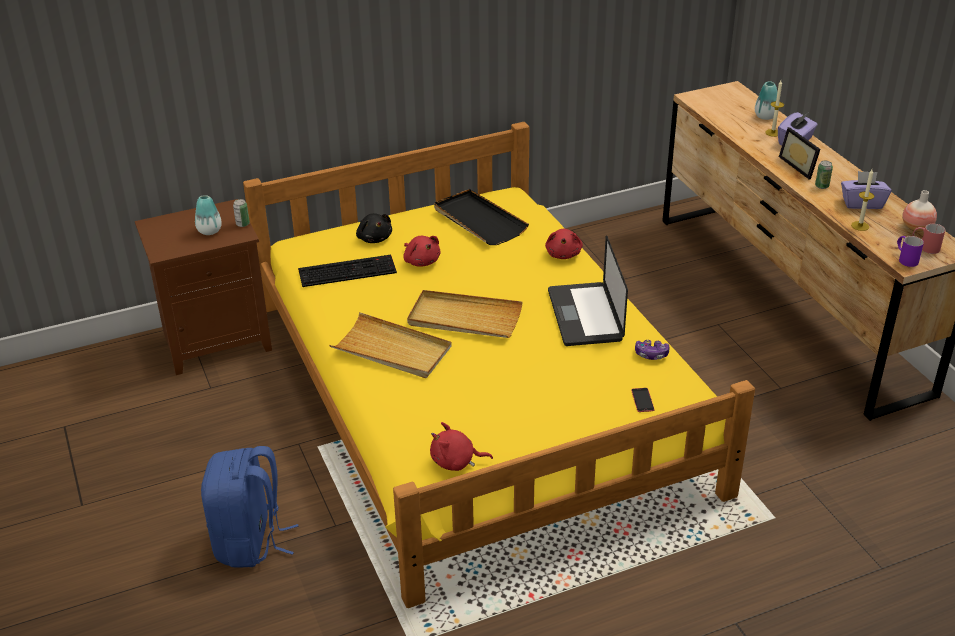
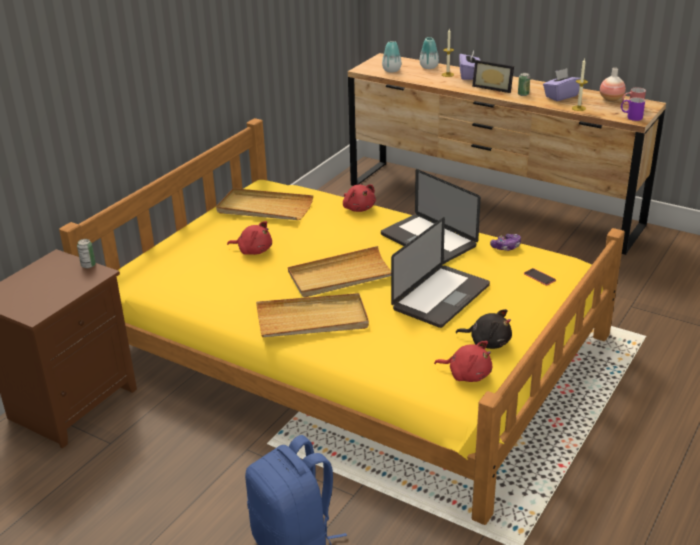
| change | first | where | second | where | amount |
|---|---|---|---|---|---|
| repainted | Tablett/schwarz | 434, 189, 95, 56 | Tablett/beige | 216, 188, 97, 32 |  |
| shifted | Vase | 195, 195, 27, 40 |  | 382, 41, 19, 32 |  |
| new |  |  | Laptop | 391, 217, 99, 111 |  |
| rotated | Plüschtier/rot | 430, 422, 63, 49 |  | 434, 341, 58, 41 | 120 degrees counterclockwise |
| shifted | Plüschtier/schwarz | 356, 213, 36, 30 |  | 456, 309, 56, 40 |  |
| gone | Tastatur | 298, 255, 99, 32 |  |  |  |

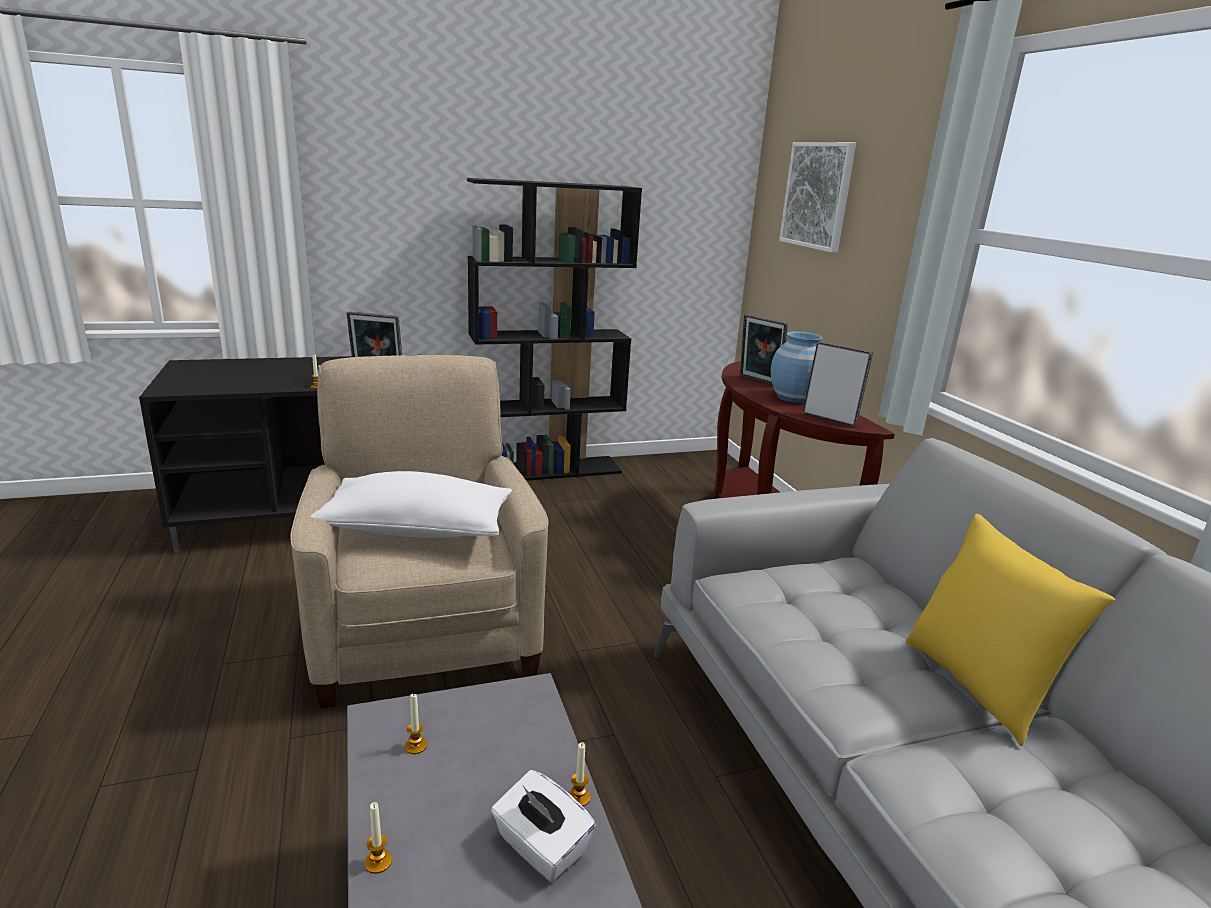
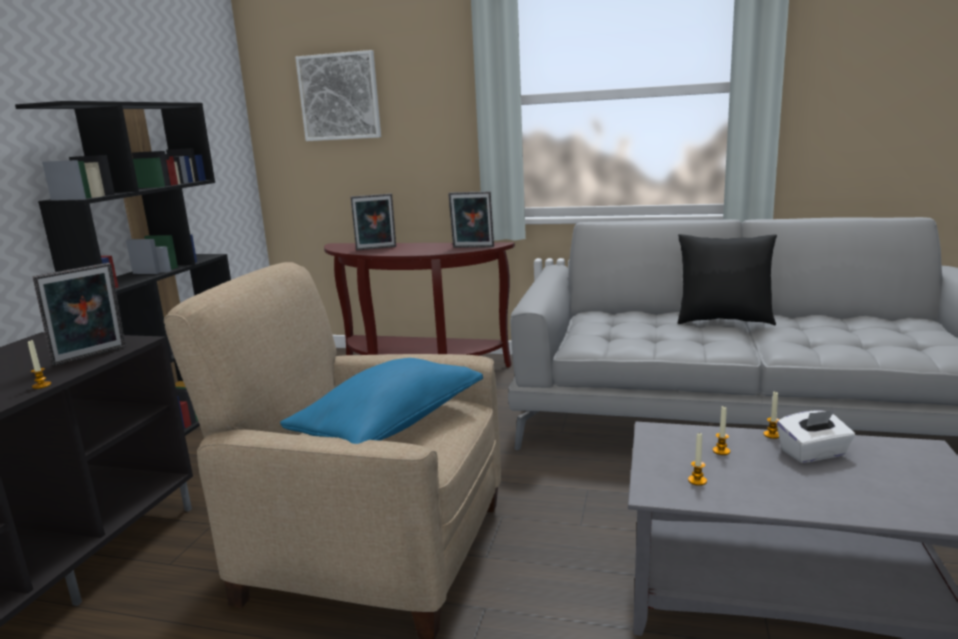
| change | first | where | second | where | amount |
|---|---|---|---|---|---|
| repainted | Kissen/weiß | 311, 471, 201, 67 | Kissen/blau | 280, 358, 203, 86 |  |
| rotated | Bilderrahmen | 803, 342, 70, 85 |  | 448, 191, 46, 57 | 150 degrees counterclockwise |
| repainted | Kissen/gelb | 906, 514, 209, 232 | Kissen/schwarz | 678, 234, 99, 91 |  |
| shifted | Kerze | 365, 802, 27, 72 |  | 713, 406, 17, 49 |  |
| gone | Vase/blau | 771, 331, 51, 72 |  |  |  |

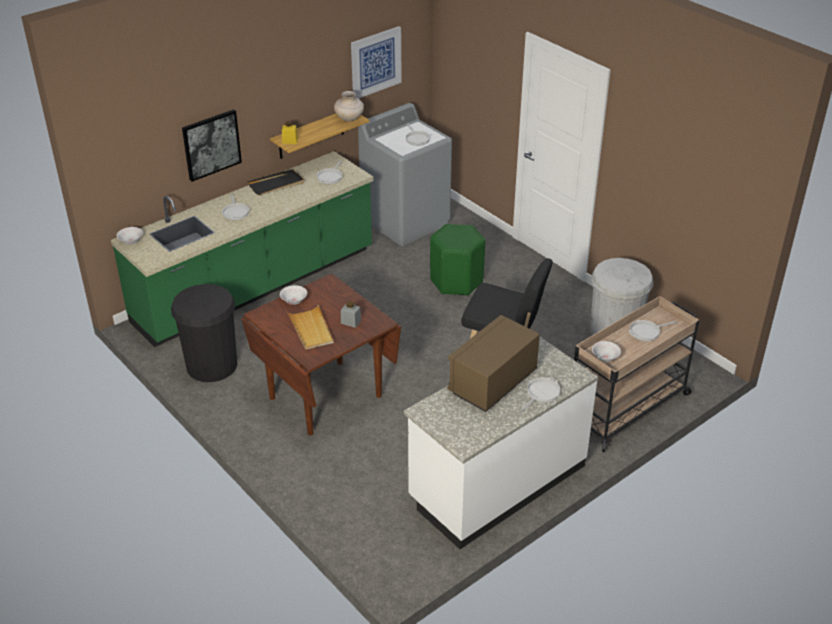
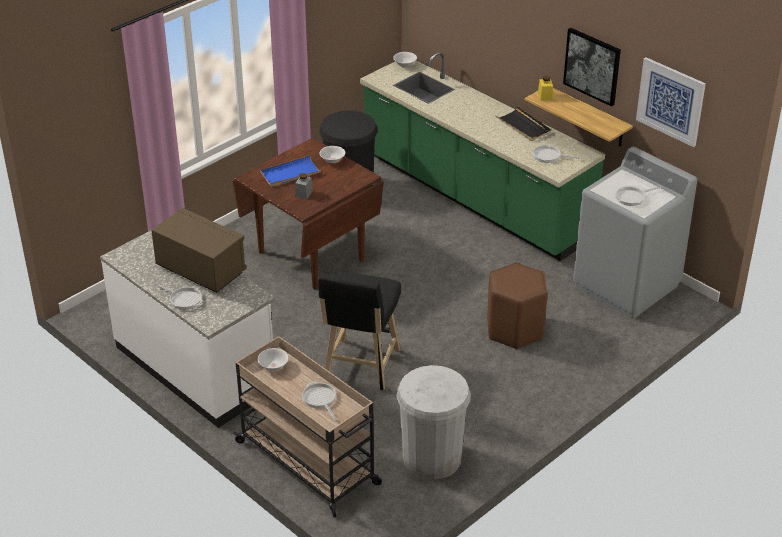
| change | first | where | second | where | amount |
|---|---|---|---|---|---|
| repainted | Tablett/beige | 287, 305, 47, 45 | Tablett/blau | 260, 155, 62, 32 |  |
| repainted | Hocker/grün | 430, 224, 55, 72 | Hocker/braun | 487, 262, 61, 87 |  |
| shifted | Bild | 182, 109, 60, 73 |  | 563, 28, 58, 79 |  |
| gone | Pfanne | 222, 194, 28, 26 |  |  |  |
| gone | Vase/beige | 334, 91, 30, 30 |  |  |  |

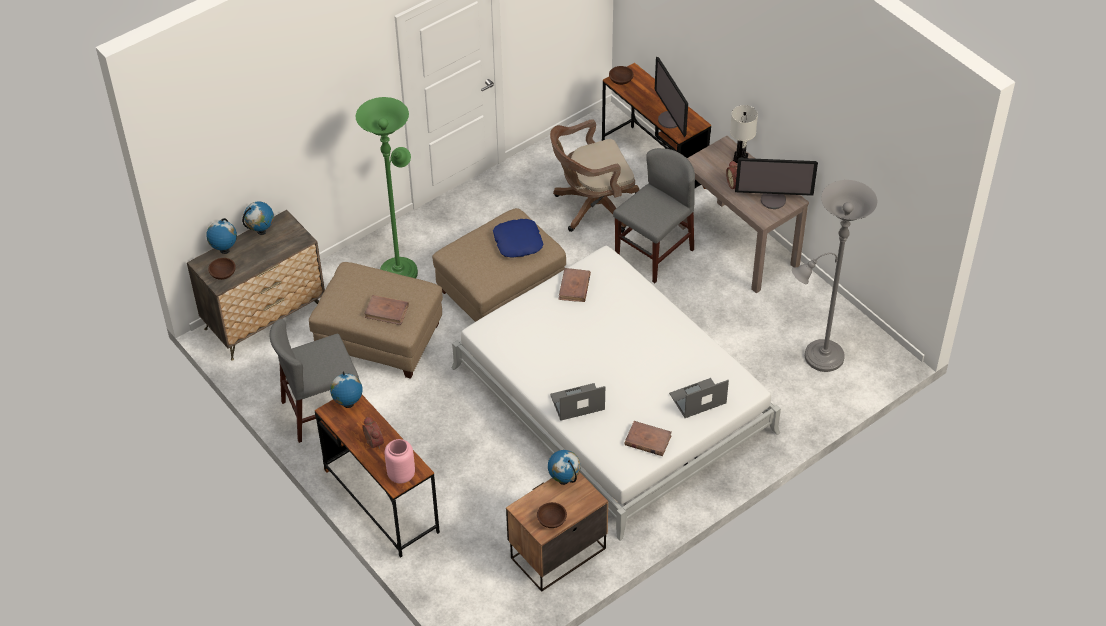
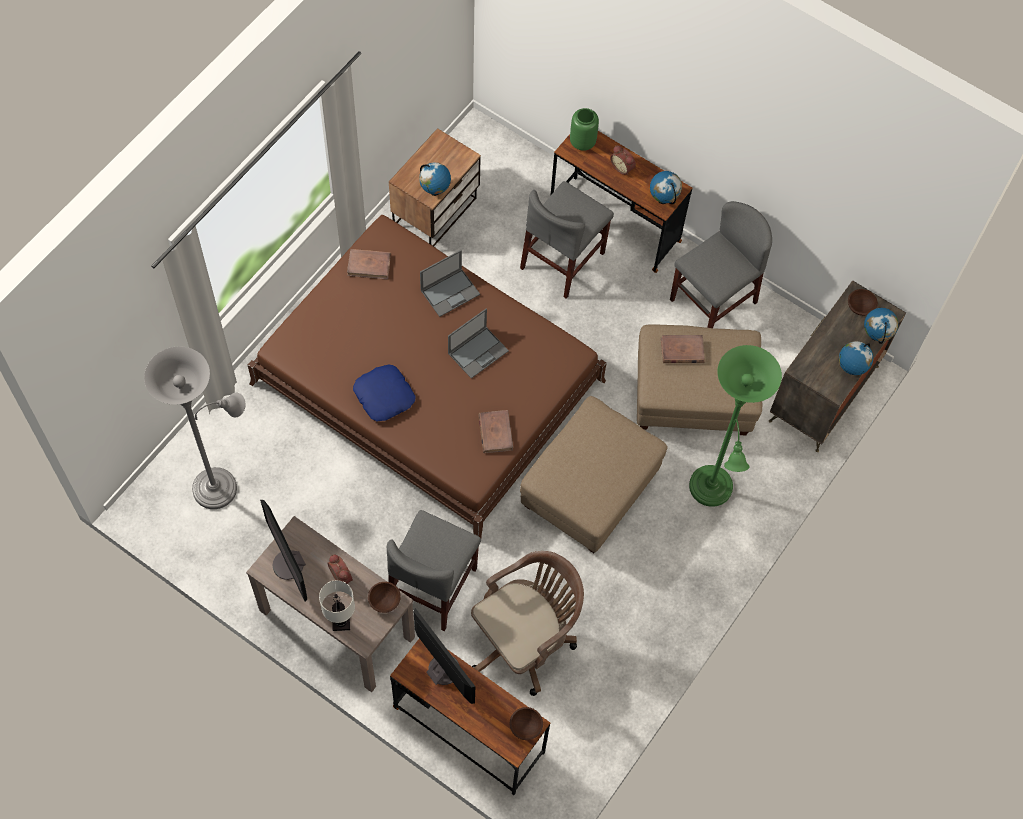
| change | first | where | second | where | amount |
|---|---|---|---|---|---|
| repainted | Bett/weiß | 451, 246, 330, 295 | Bett/braun | 247, 215, 360, 323 |  |
| rotated | Monitor | 735, 158, 83, 51 |  | 260, 500, 47, 102 | 105 degrees counterclockwise |
| shifted | Kissen/blau | 493, 219, 50, 39 |  | 353, 364, 63, 57 |  |
| shifted | Schüssel/braun | 537, 502, 30, 26 |  | 368, 582, 33, 31 |  |
| shifted | Laptop | 669, 378, 60, 40 |  | 448, 309, 61, 69 |  |
| new |  |  | Stuhl/grau | 520, 181, 94, 118 |  |
| repainted | Vase/rosa | 385, 439, 30, 44 | Vase/grün | 570, 108, 29, 43 |  |

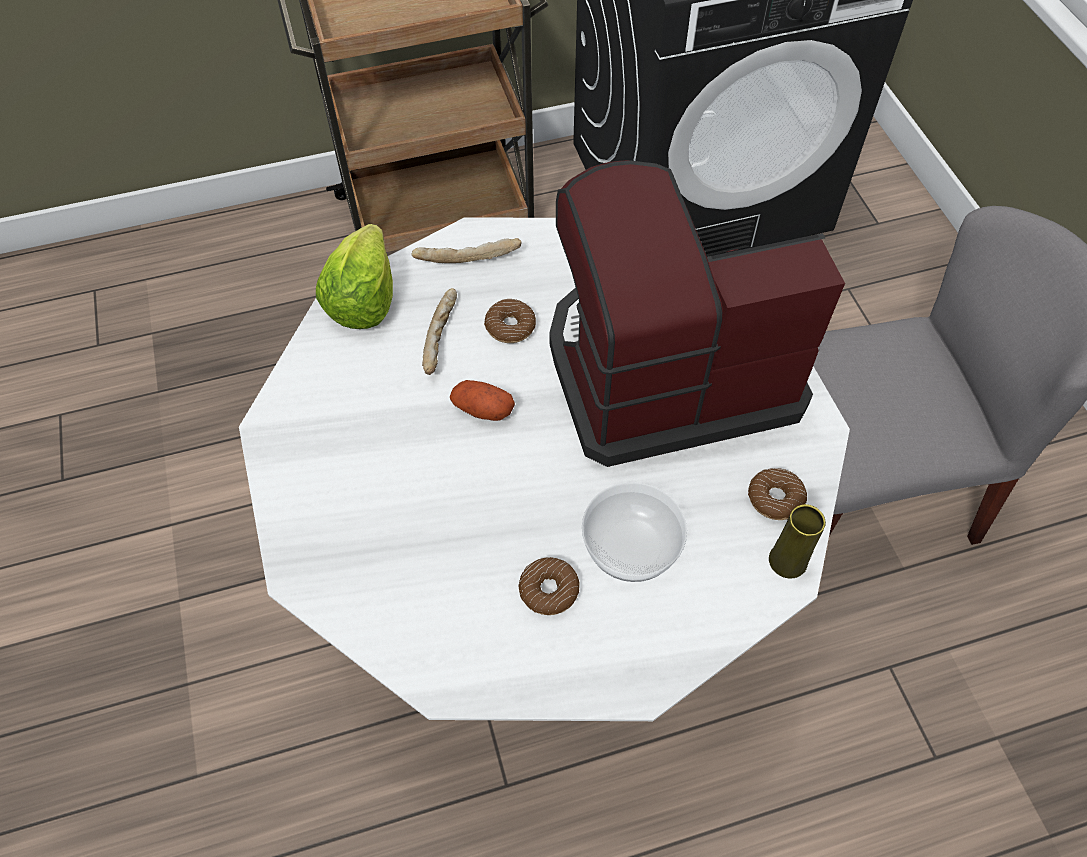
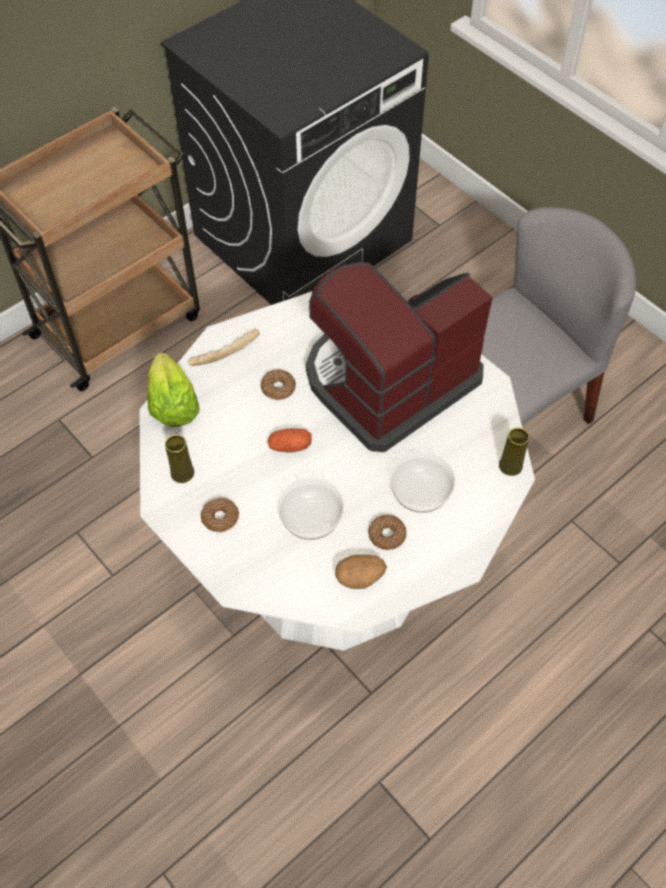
| change | first | where | second | where | amount |
|---|---|---|---|---|---|
| new |  |  | Vase/gelb | 165, 435, 29, 48 |  |
| shifted | Donut | 748, 468, 59, 52 |  | 201, 498, 38, 34 |  |
| new |  |  | Schüssel | 277, 477, 67, 63 |  |
| new |  |  | Kartoffel | 335, 555, 52, 34 |  |
| gone | Brot | 422, 288, 35, 87 |  |  |  |

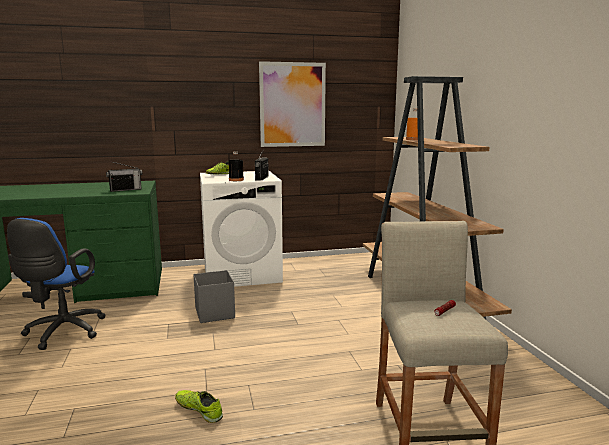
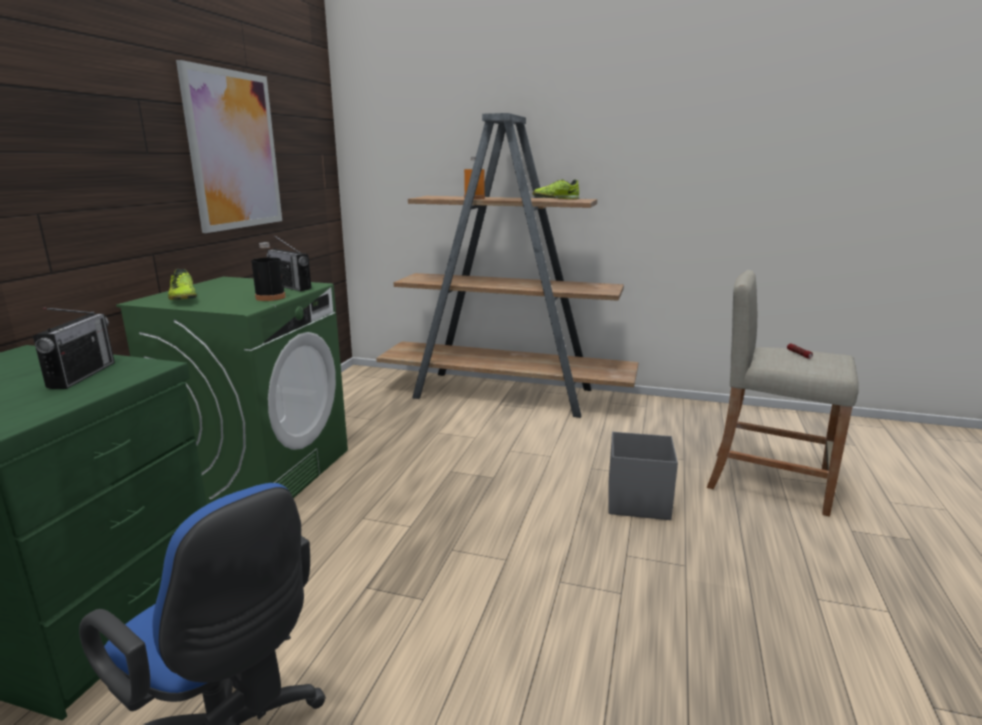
| change | first | where | second | where | amount |
|---|---|---|---|---|---|
| repainted | Waschmaschine/weiß | 200, 171, 83, 116 | Waschmaschine/grün | 116, 277, 232, 227 |  |
| shifted | Schuh | 175, 390, 48, 33 |  | 533, 179, 46, 21 |  |
| shifted | Aufbewahrungsbox/grau | 193, 270, 42, 53 |  | 608, 432, 70, 88 |  |

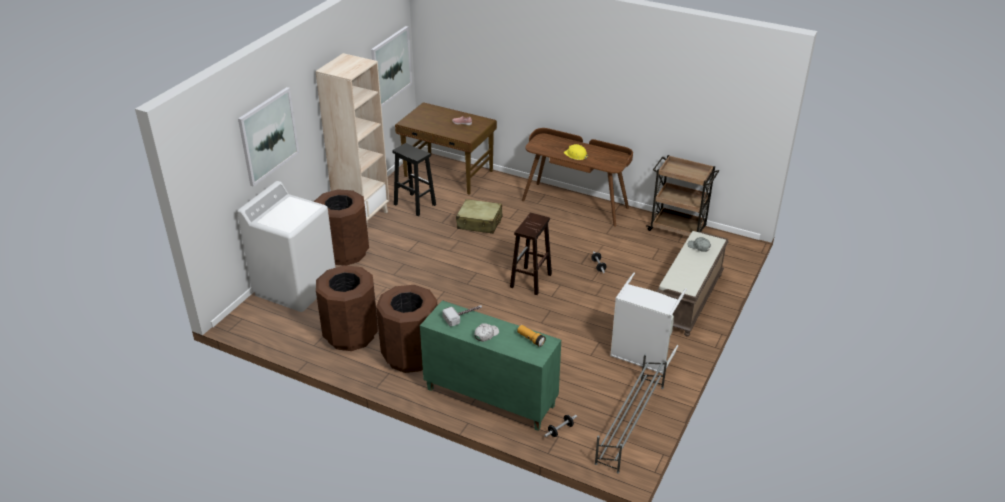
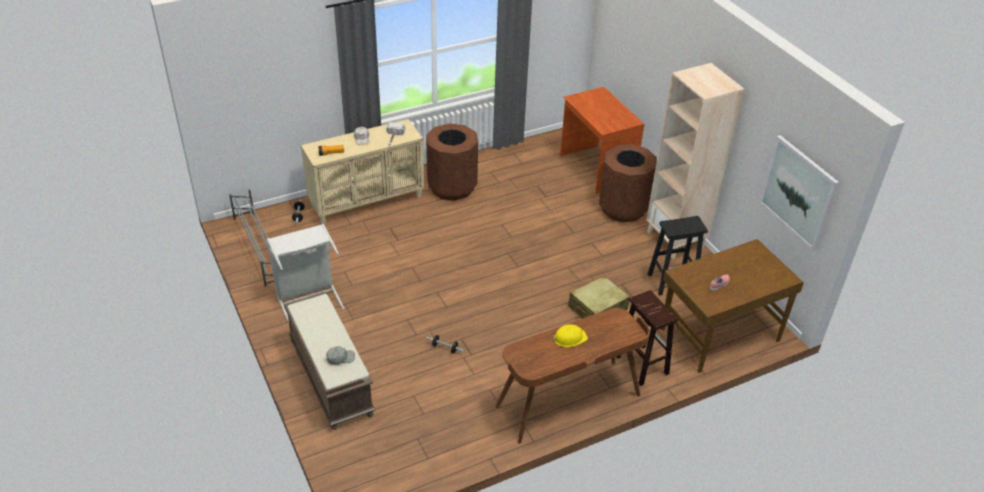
| change | first | where | second | where | amount |
|---|---|---|---|---|---|
| repainted | Schrank/grün | 420, 300, 141, 131 | Schrank/beige | 301, 119, 123, 106 |  |
| swapped | Waschmaschine/weiß | 237, 181, 99, 131 | Schreibtisch/braun | 560, 87, 84, 107 |  |
| shifted | Hocker/braun | 510, 213, 42, 82 |  | 616, 290, 62, 96 |  |
| gone | Bild | 238, 87, 61, 100 |  |  |  |
| gone | Mülleimer/braun | 316, 265, 62, 86 |  |  |  |
| gone | Rollwagen/braun | 646, 155, 73, 81 |  |  |  |

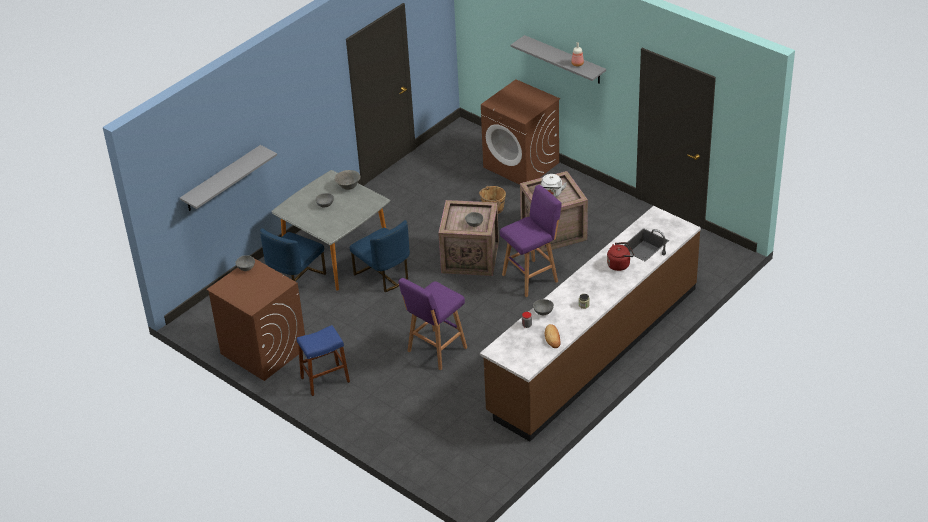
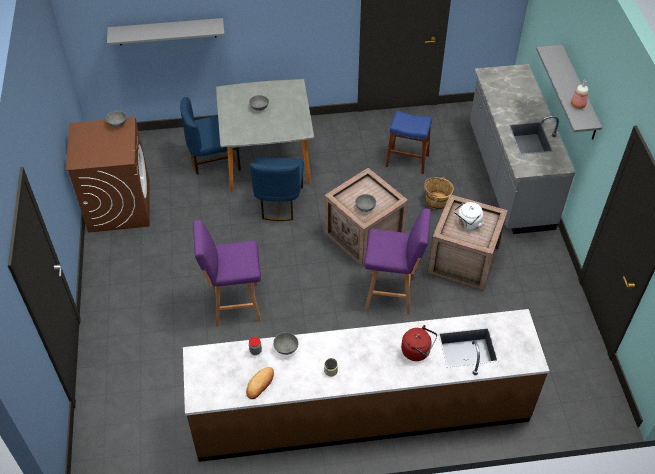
| change | first | where | second | where | amount |
|---|---|---|---|---|---|
| shifted | Hocker/blau | 297, 325, 53, 71 |  | 386, 111, 46, 63 |  |
| swapped | Waschmaschine/braun | 481, 79, 79, 106 | Küchenzeile/grau | 470, 64, 106, 170 |  |
| gone | Schüssel/grau | 335, 170, 25, 20 |  |  |  |

